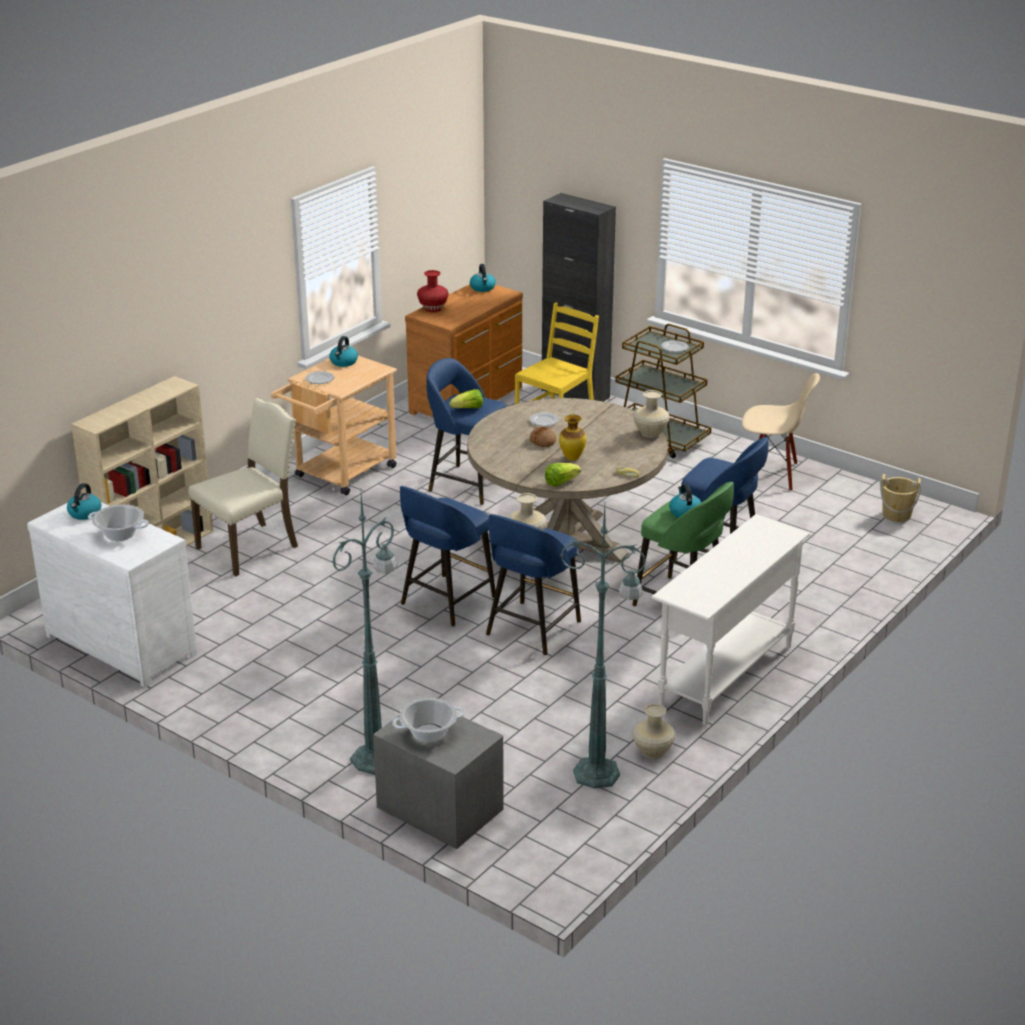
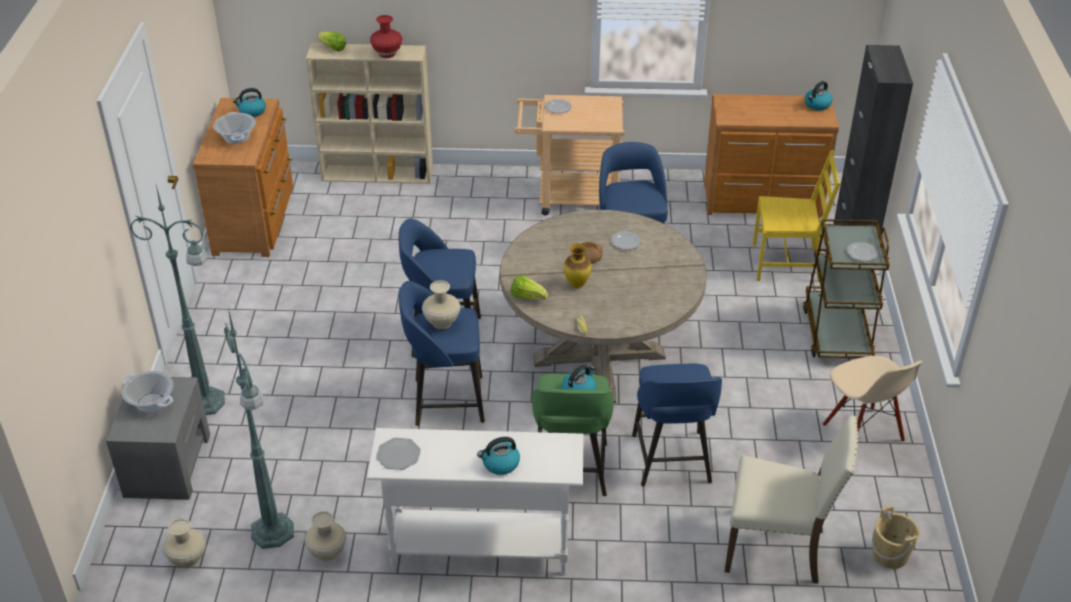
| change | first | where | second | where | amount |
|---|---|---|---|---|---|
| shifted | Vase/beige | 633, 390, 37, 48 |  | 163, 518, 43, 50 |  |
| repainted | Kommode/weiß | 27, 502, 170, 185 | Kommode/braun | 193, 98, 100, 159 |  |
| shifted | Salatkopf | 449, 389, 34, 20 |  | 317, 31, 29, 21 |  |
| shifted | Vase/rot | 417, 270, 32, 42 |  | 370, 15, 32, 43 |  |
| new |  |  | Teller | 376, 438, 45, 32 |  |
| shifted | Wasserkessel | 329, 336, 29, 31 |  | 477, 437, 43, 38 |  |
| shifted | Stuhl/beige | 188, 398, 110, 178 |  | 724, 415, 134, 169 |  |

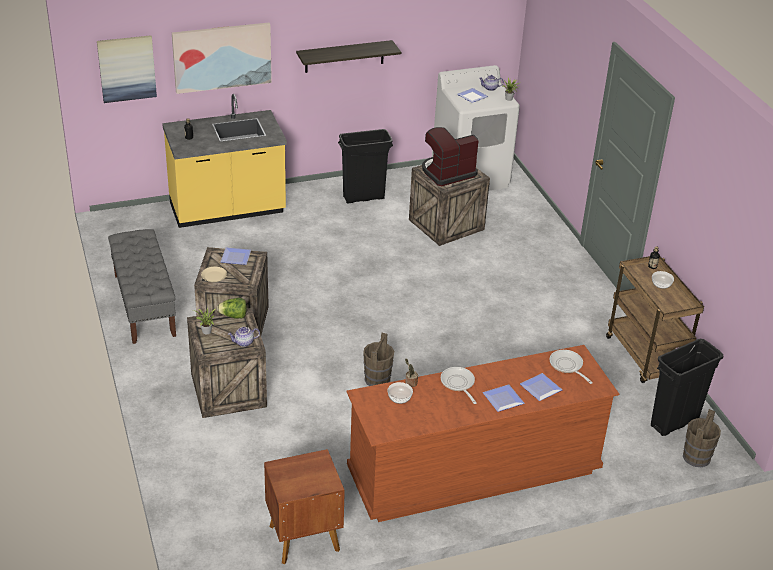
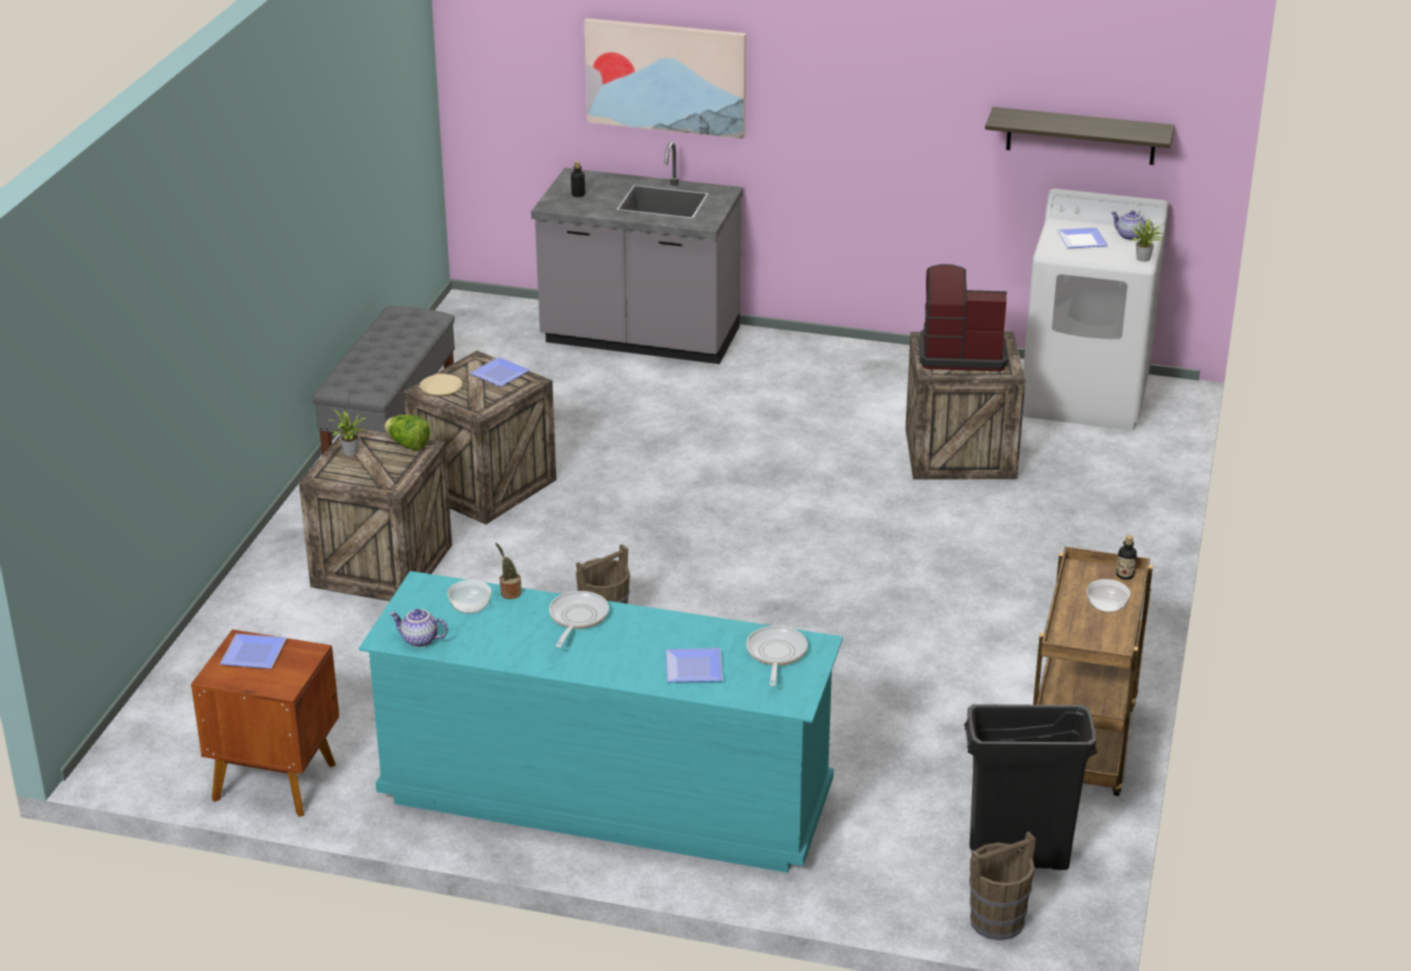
| change | first | where | second | where | amount |
|---|---|---|---|---|---|
| shifted | Teller | 483, 384, 42, 28 |  | 220, 634, 66, 35 |  |
| repainted | Kommode/braun | 346, 345, 273, 177 | Kommode/türkis | 359, 571, 484, 302 |  |
| shifted | Teekanne | 228, 327, 32, 20 |  | 389, 609, 59, 38 |  |
| repainted | Küchenzeile/gelb | 162, 94, 125, 134 | Küchenzeile/grau | 531, 142, 212, 222 |  |
| shifted | Wandregal | 296, 40, 105, 33 |  | 985, 107, 190, 58 |  |
| gone | Bild | 97, 35, 60, 68 |  |  |  |
| gone | Mülleimer/schwarz | 338, 129, 55, 74 |  |  |  |

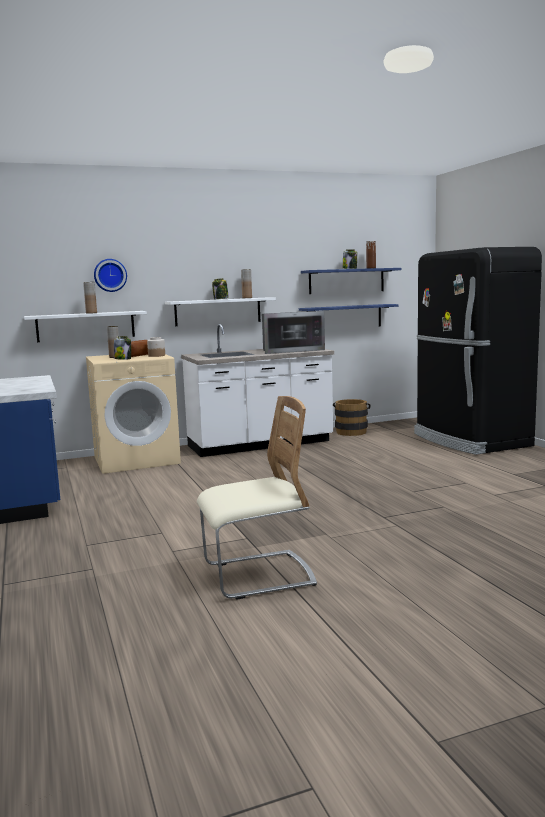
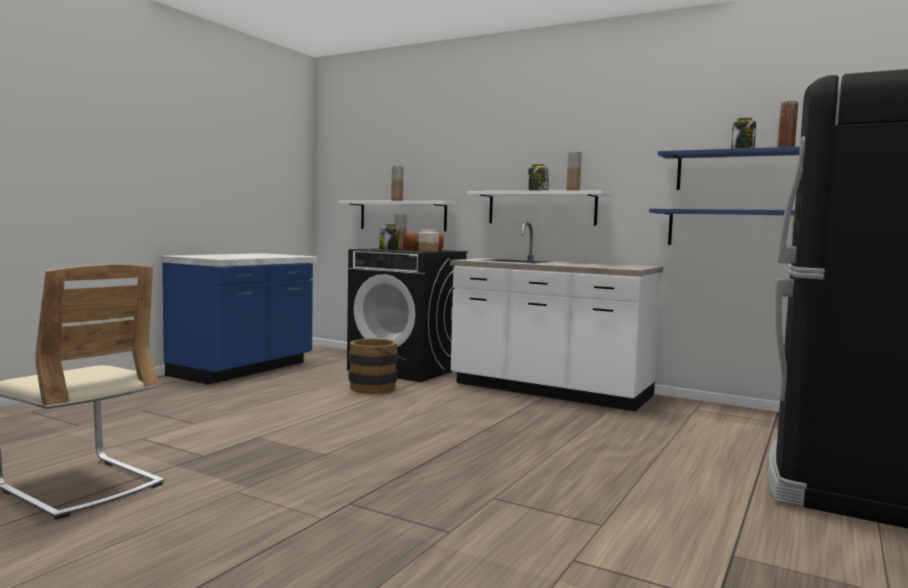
| change | first | where | second | where | amount |
|---|---|---|---|---|---|
| repainted | Waschmaschine/beige | 86, 354, 95, 120 | Waschmaschine/schwarz | 347, 248, 121, 134 |  |
| shifted | Eimer/braun | 333, 399, 37, 37 |  | 348, 339, 58, 55 |  |
| gone | Wanduhr | 94, 259, 33, 33 |  |  |  |
| gone | Mikrowelle | 262, 311, 63, 43 |  |  |  |

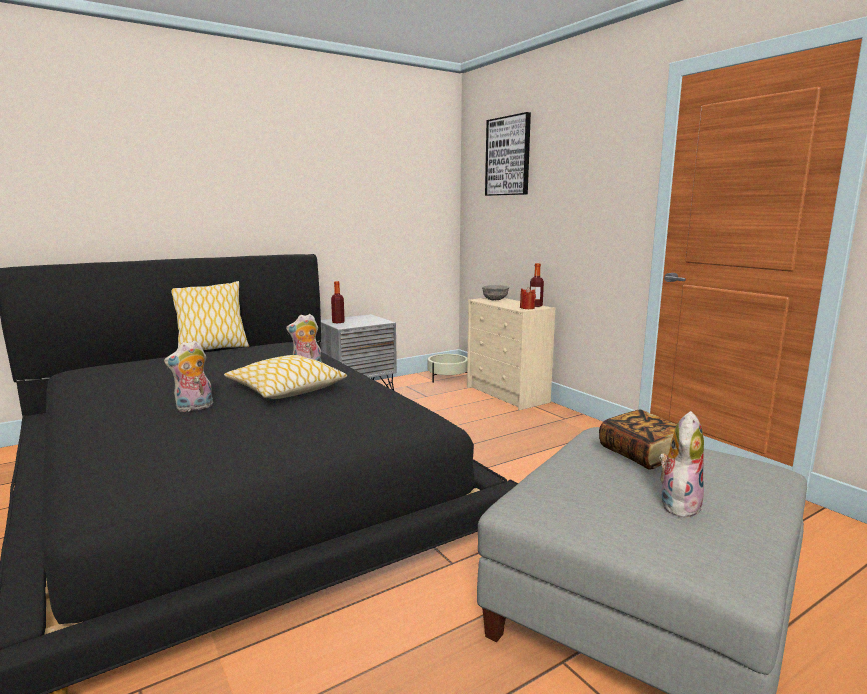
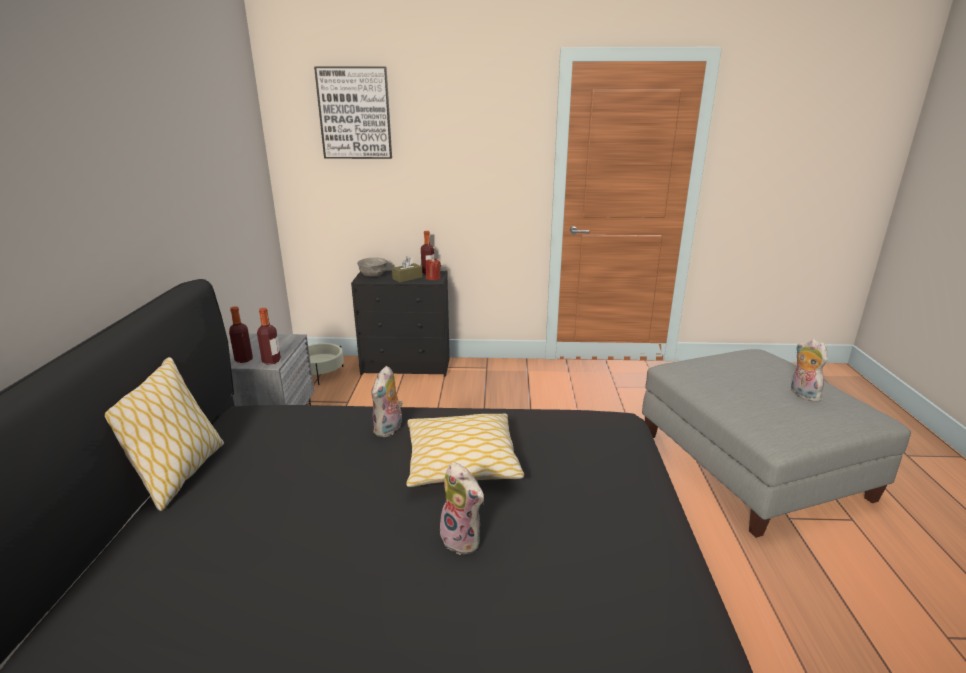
| change | first | where | second | where | amount |
|---|---|---|---|---|---|
| new |  |  | Flasche | 257, 308, 24, 56 |  |
| repainted | Kommode/beige | 467, 298, 88, 112 | Kommode/schwarz | 351, 271, 99, 106 |  |
| new |  |  | Taschentuchbox/braun | 392, 256, 31, 27 |  |
| rotated | Plüschtier | 164, 340, 49, 72 |  | 440, 462, 44, 93 | 45 degrees counterclockwise |
| gone | Buch | 599, 409, 78, 61 |  |  |  |

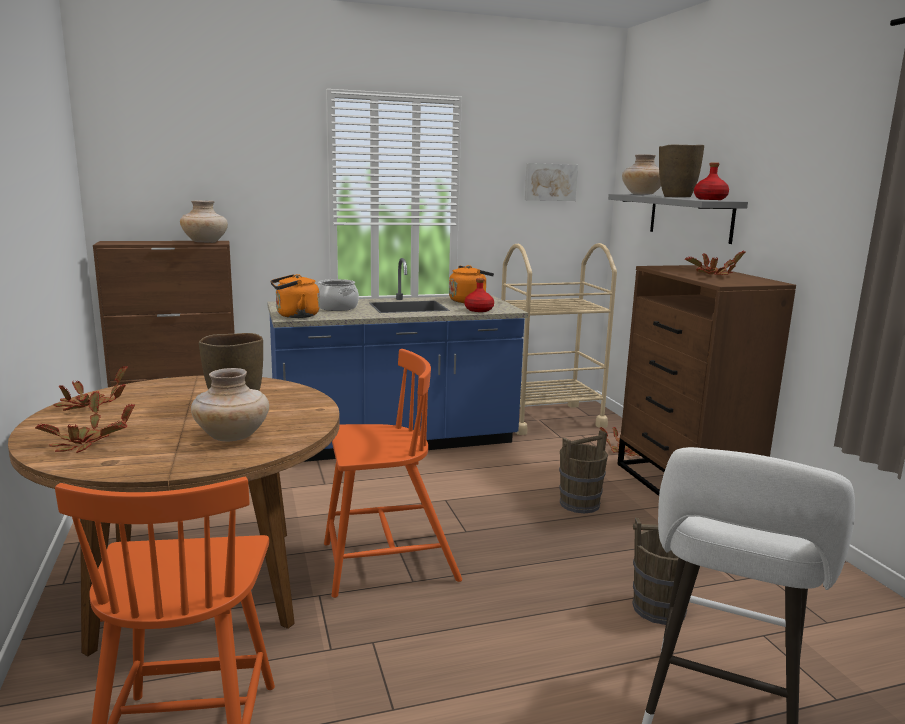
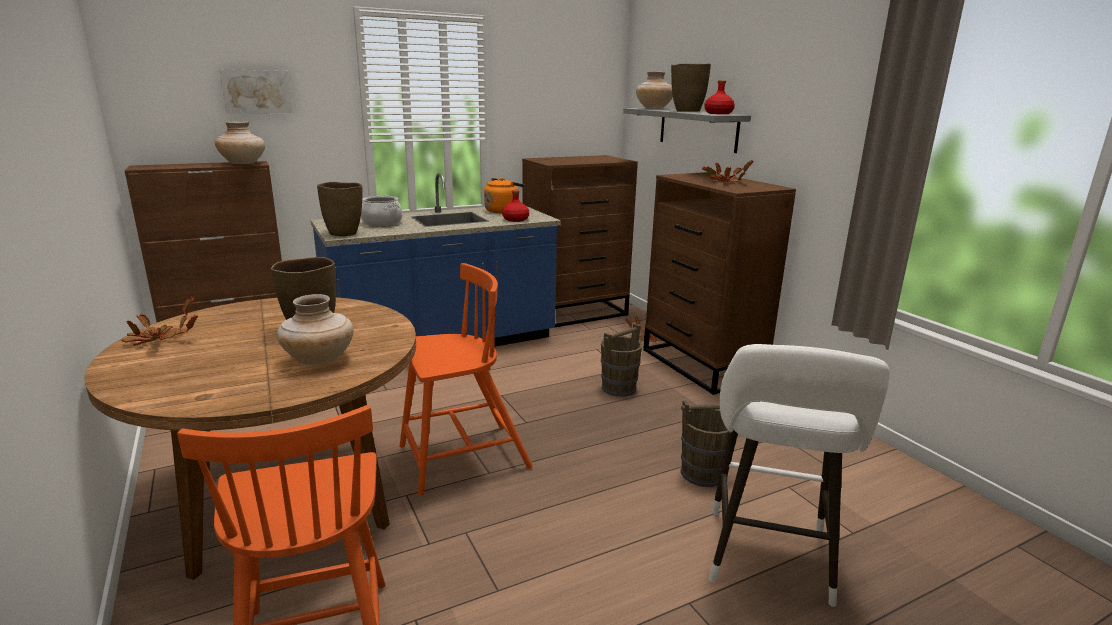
| change | first | where | second | where | amount |
|---|---|---|---|---|---|
| shifted | Bild | 525, 163, 53, 38 |  | 220, 69, 73, 45 |  |
| swapped | Wasserkessel/orange | 270, 274, 50, 44 | Vase/braun | 317, 182, 45, 54 |  |
| swapped | Rollwagen/beige | 501, 243, 116, 192 | Kommode/braun | 522, 155, 116, 173 |  |
| gone | Topfpflanze | 35, 391, 100, 62 |  |  |  |

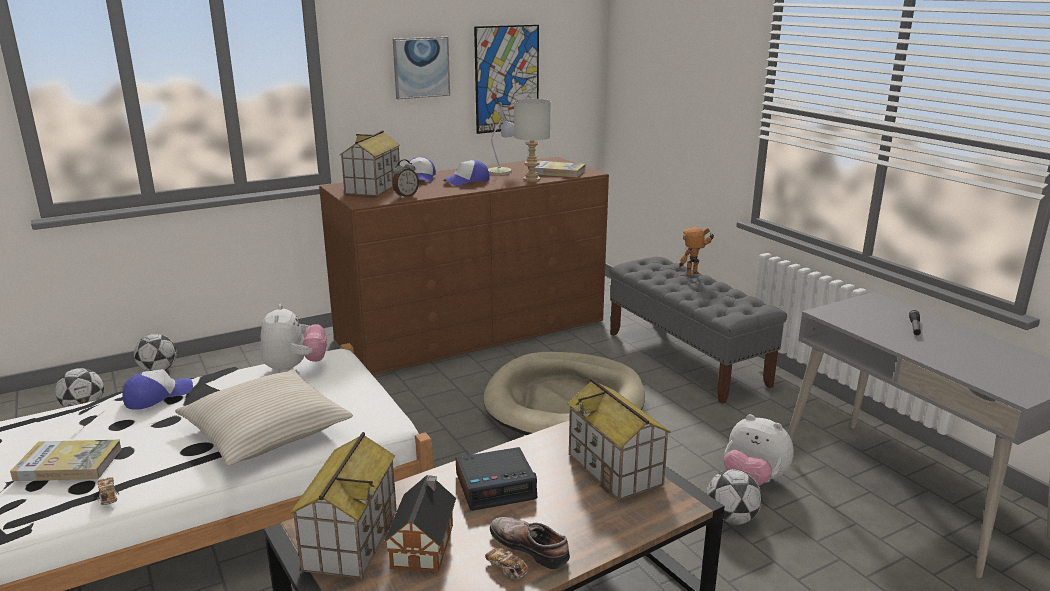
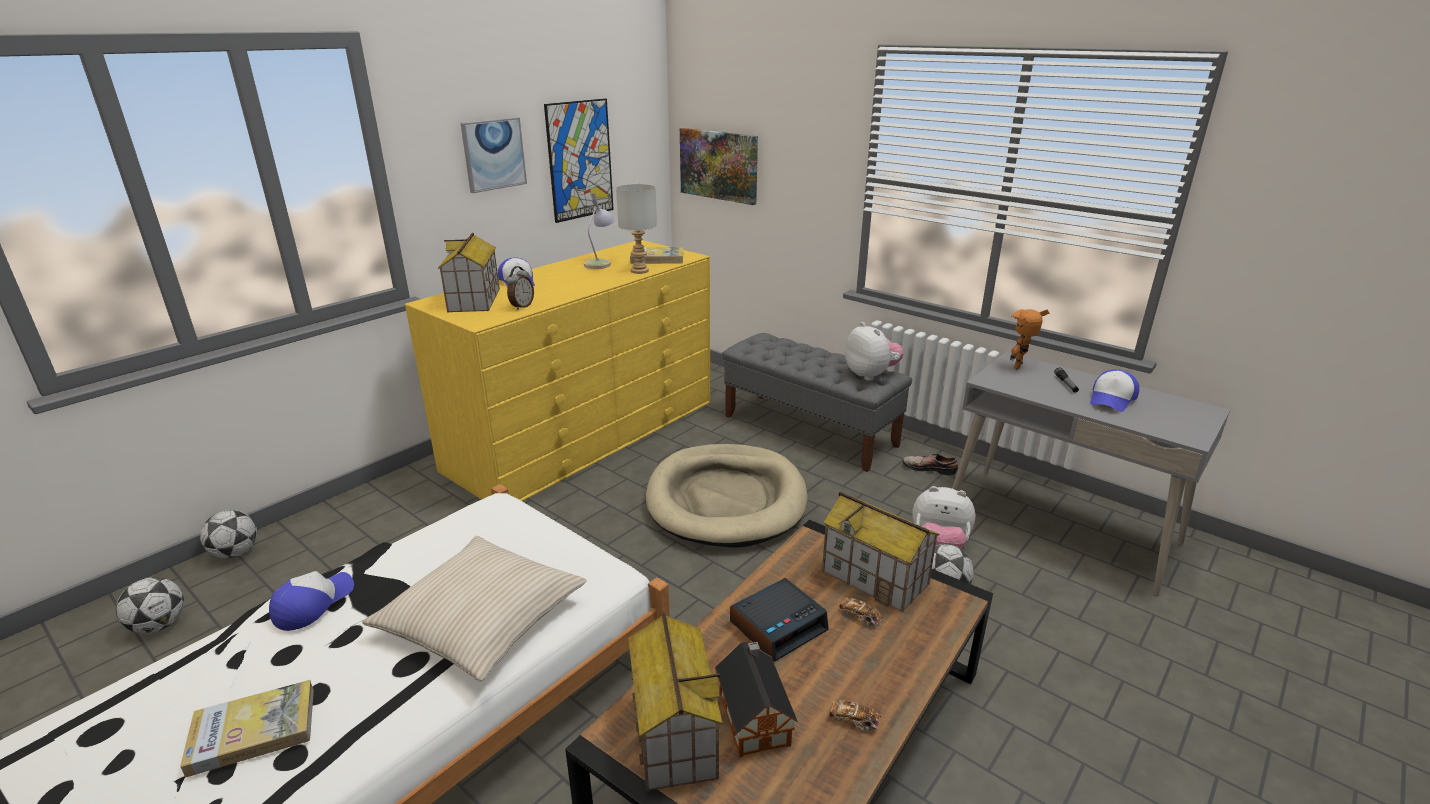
| change | first | where | second | where | amount |
|---|---|---|---|---|---|
| repainted | Kommode/braun | 319, 157, 290, 218 | Kommode/gelb | 405, 240, 305, 261 |  |
| new |  |  | Bild | 680, 128, 78, 77 |  |
| shifted | Spielzeugauto | 97, 477, 22, 28 |  | 839, 598, 44, 28 |  |
| shifted | Plüschtier | 260, 304, 67, 69 |  | 845, 322, 58, 59 |  |
| shifted | Schuh | 490, 517, 80, 53 |  | 903, 453, 55, 23 |  |
| shifted | Spielzeugroboter | 679, 227, 35, 49 |  | 1010, 309, 40, 60 |  |
| shifted | Kappe | 443, 160, 47, 26 |  | 1090, 369, 49, 43 |  |

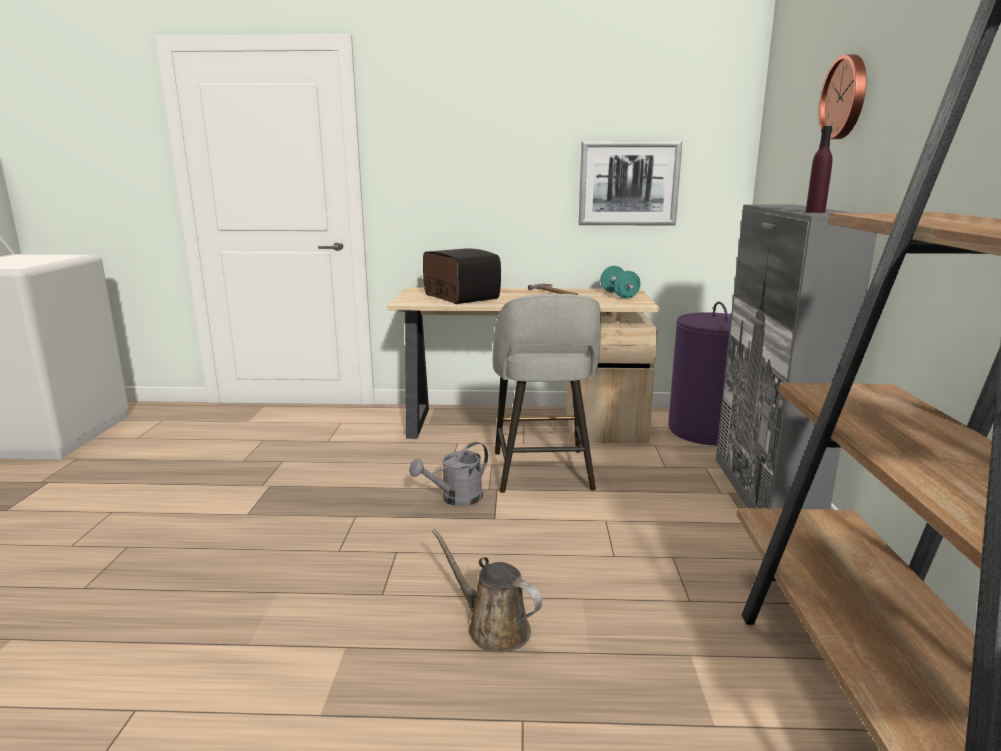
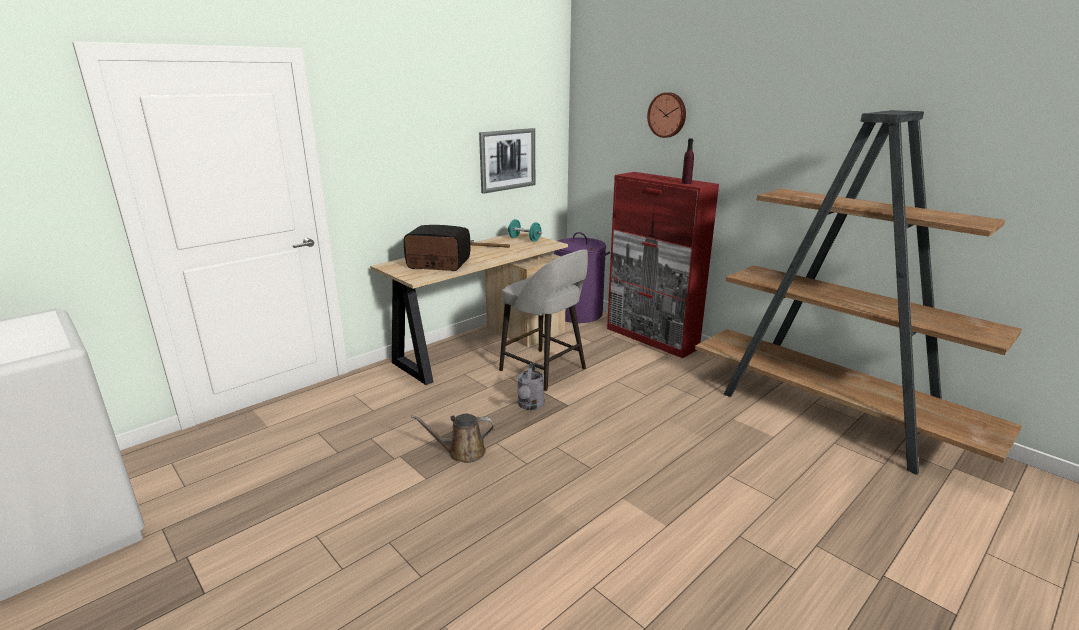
| change | first | where | second | where | amount |
|---|---|---|---|---|---|
| shifted | Gießkanne/braun | 432, 529, 110, 123 |  | 411, 414, 83, 49 |  |
| repainted | Schrank/grau | 716, 204, 161, 306 | Schrank/rot | 607, 172, 112, 186 |  |

